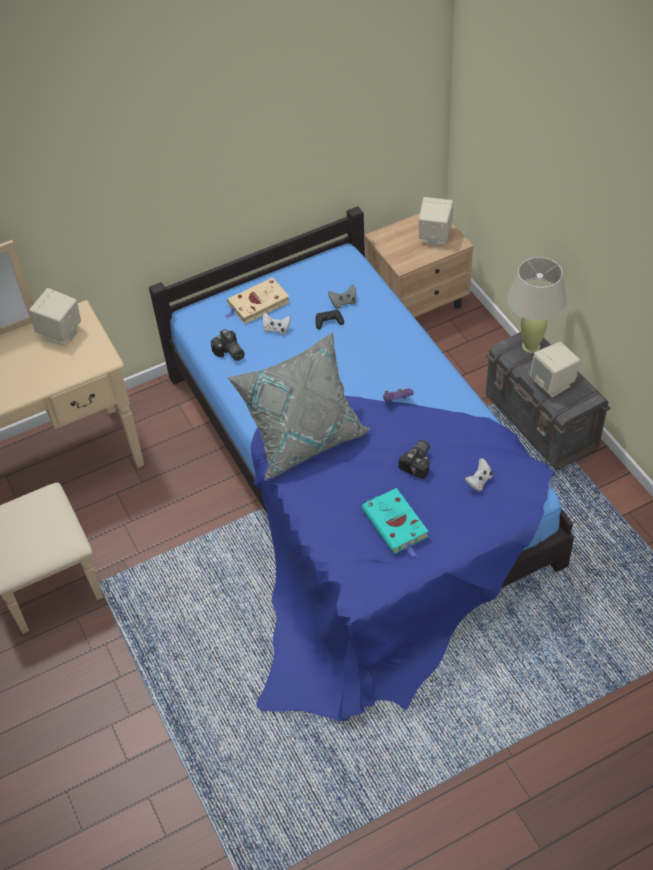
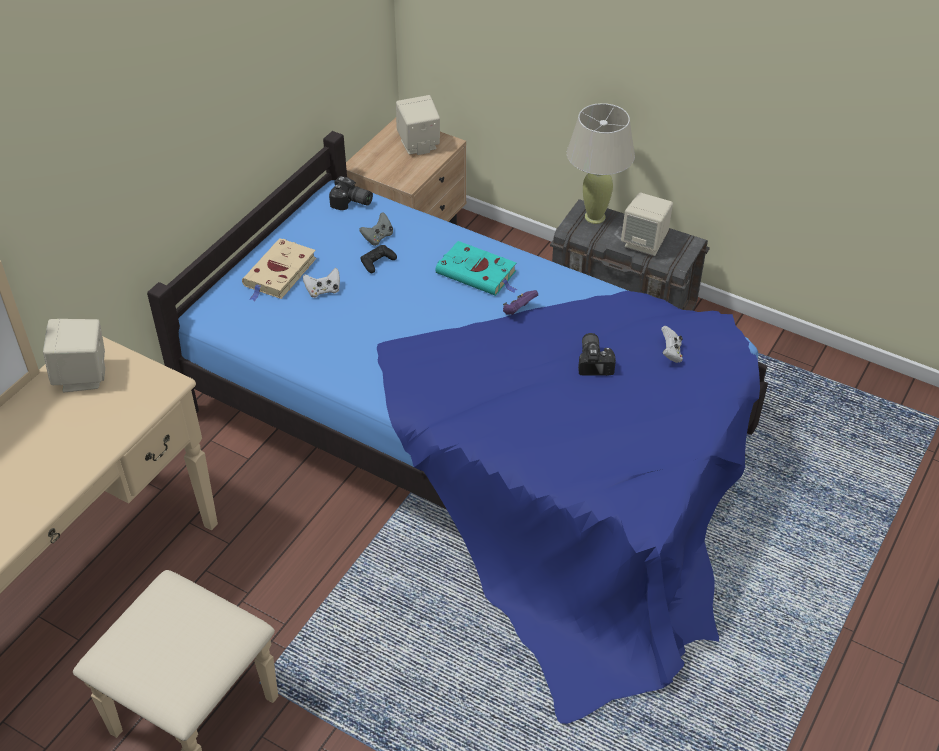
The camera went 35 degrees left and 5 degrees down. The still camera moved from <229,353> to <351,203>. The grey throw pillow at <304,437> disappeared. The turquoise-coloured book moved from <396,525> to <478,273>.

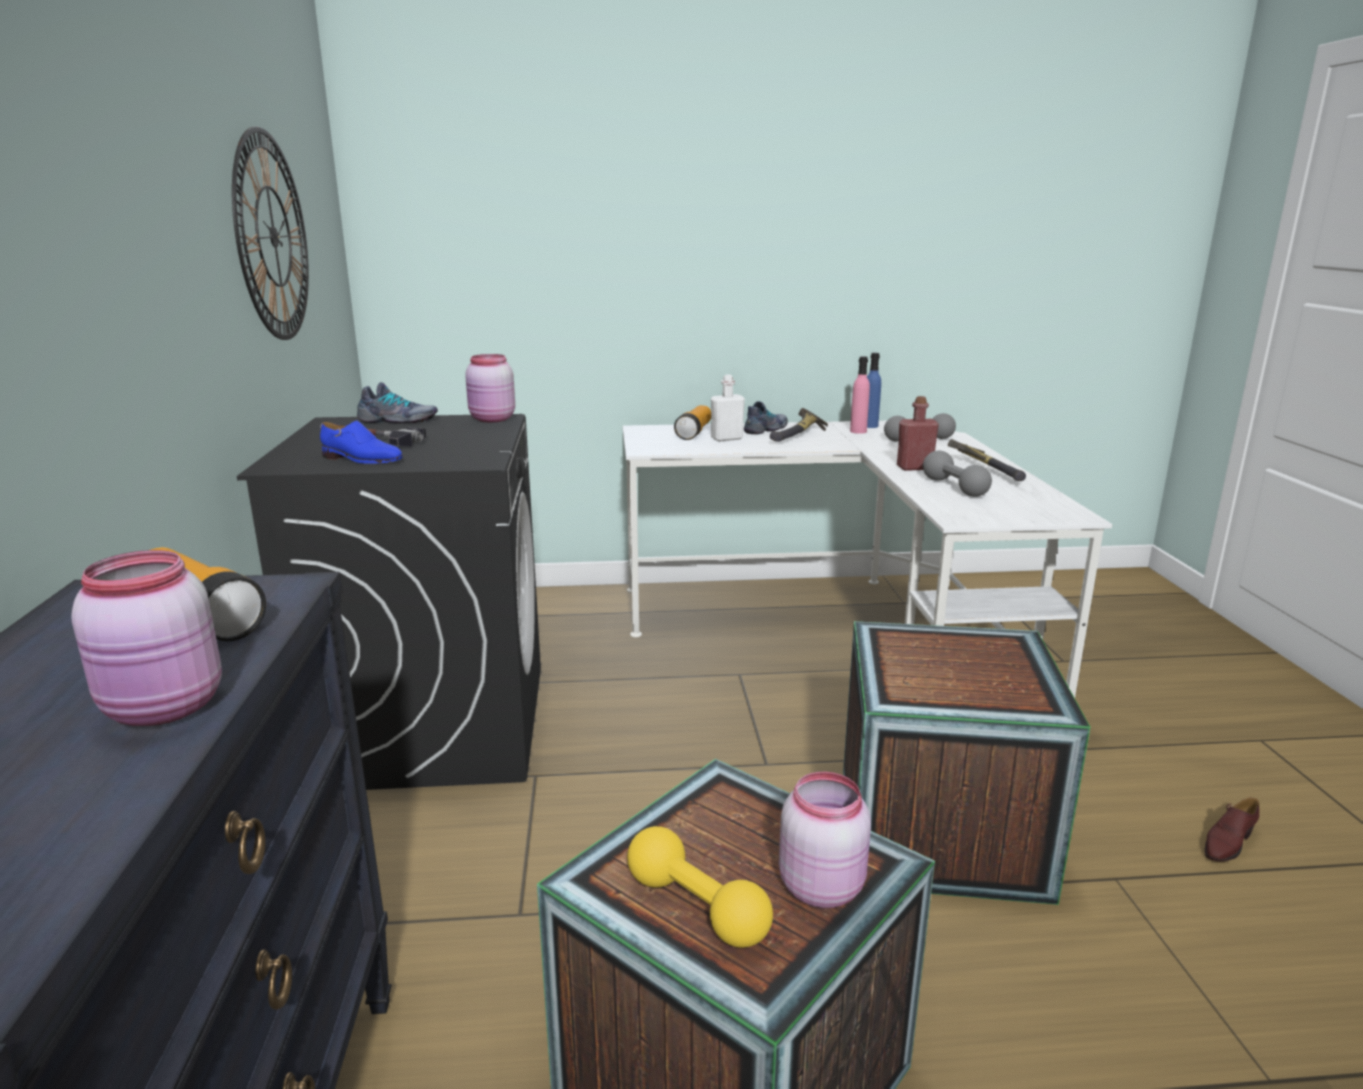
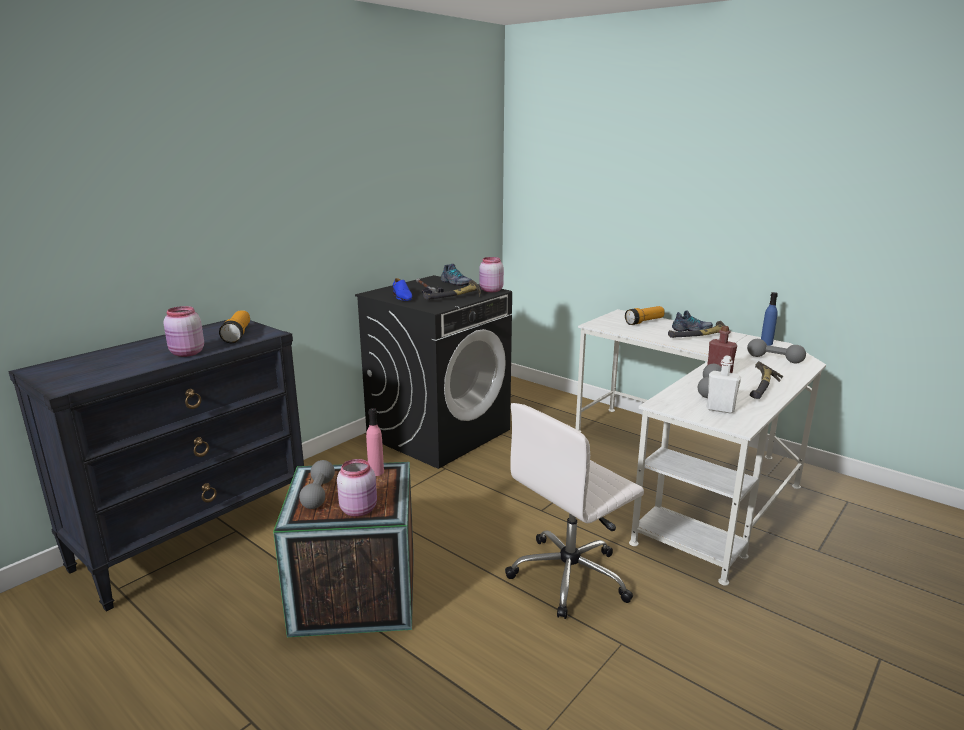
The camera went 45 degrees right and 0 degrees up. The clock on the wall at <273,237> disappeared. The yellowish dumbbell at <696,907> became the grey dumbbell at <318,494>. The white bottle moved from <727,438> to <720,409>. The shipping crate at <939,831> was replaced by the white desk chair at <570,576>. The pinkish bottle moved from <858,431> to <376,472>. The brown item of footwear at <1227,842> disappeared. The tool hammer at <455,298> appeared.

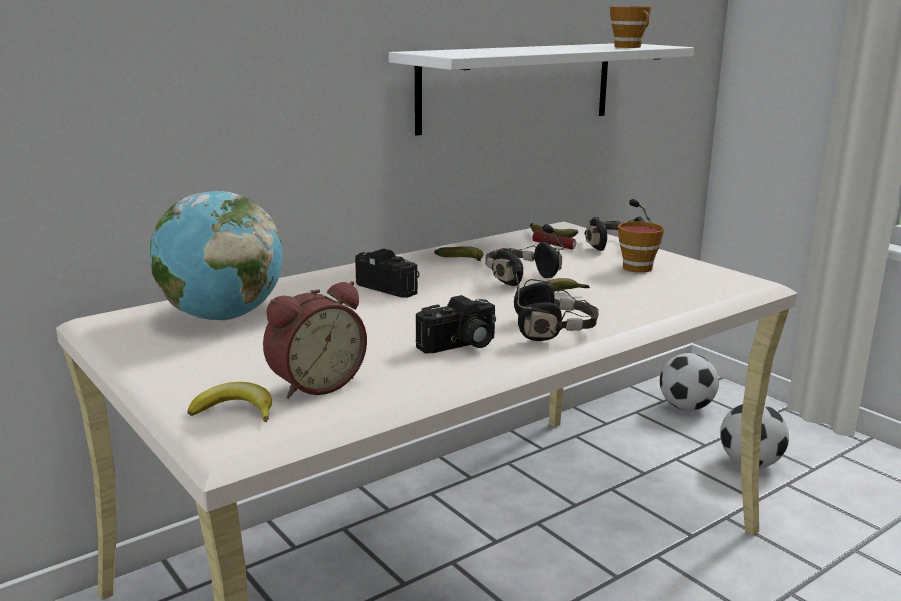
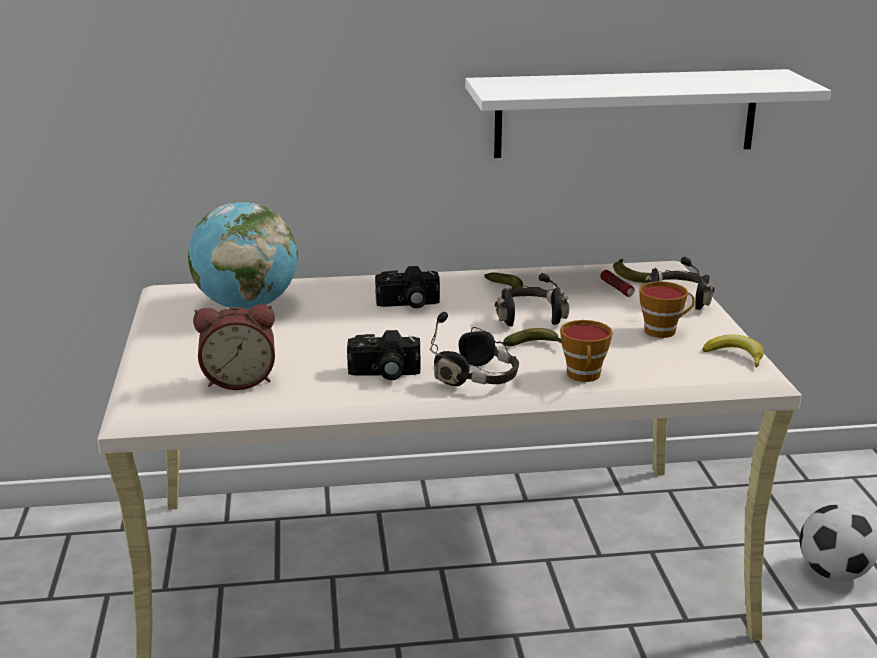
The camera went 30 degrees right and 5 degrees up. The banana moved from <235,411> to <735,356>. The still camera at <392,286> turned 105 degrees clockwise. The cup moved from <630,47> to <584,376>. The football at <686,407> disappeared.

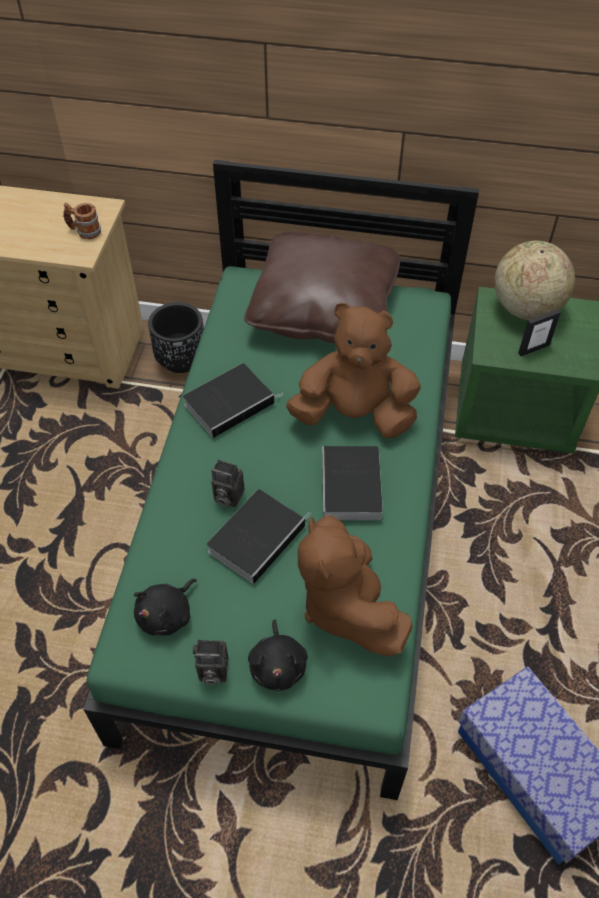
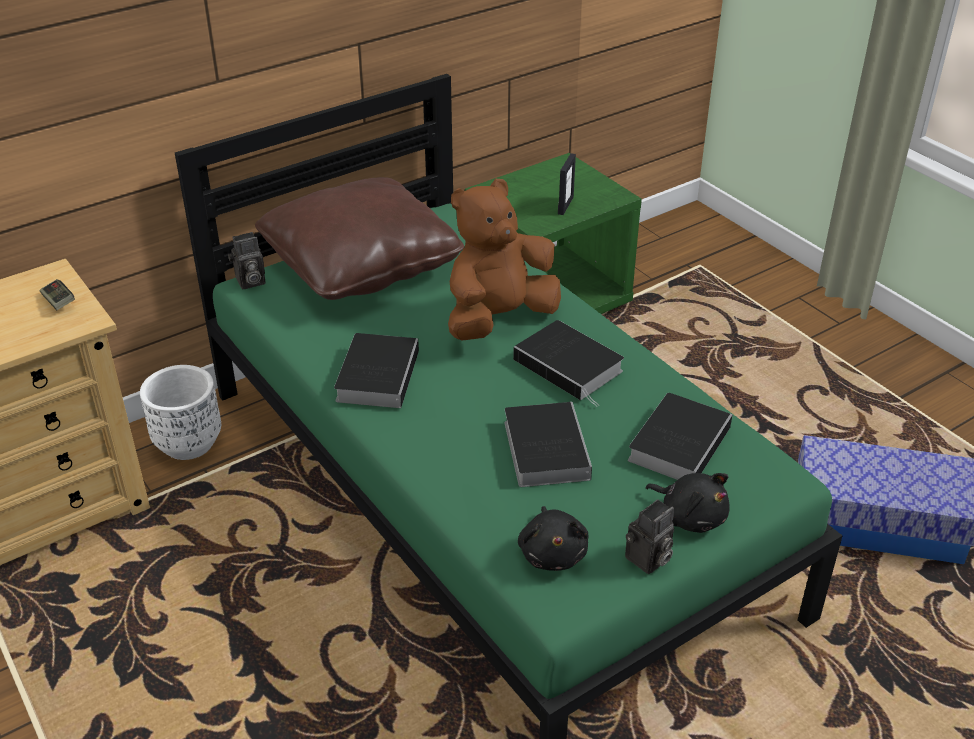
The camera went 45 degrees left and 15 degrees down. The mug at <84,231> was replaced by the game controller at <59,302>. The black-coloured flower pot at <181,360> became the white flower pot at <188,444>. The still camera moved from <227,496> to <249,282>. The brown soft toy at <346,605> was replaced by the book at <680,441>. The globe at <525,308> disappeared.

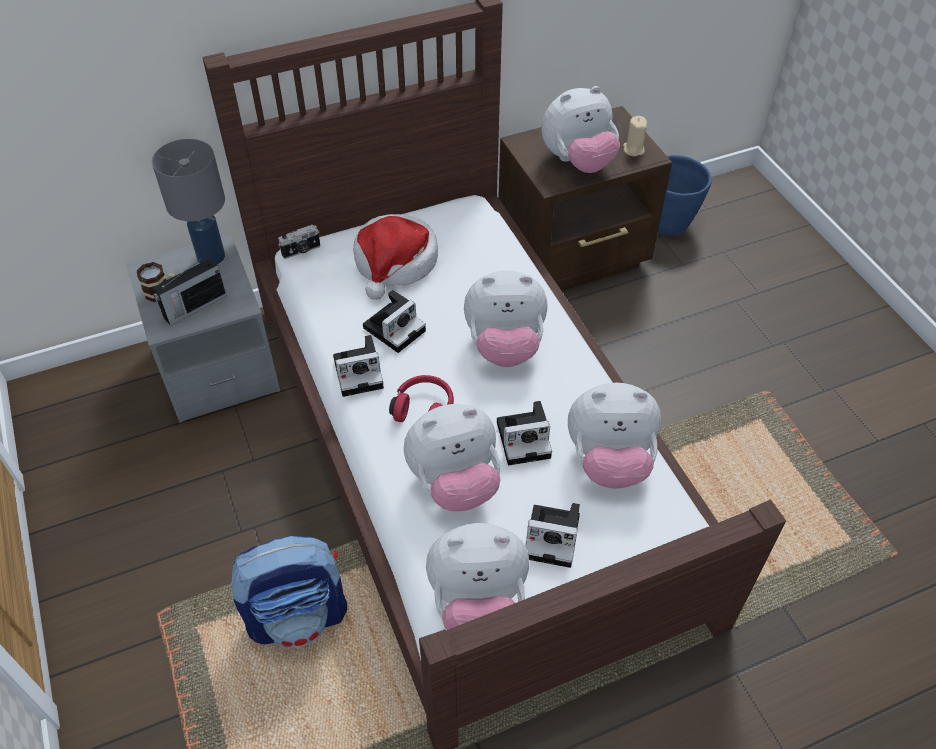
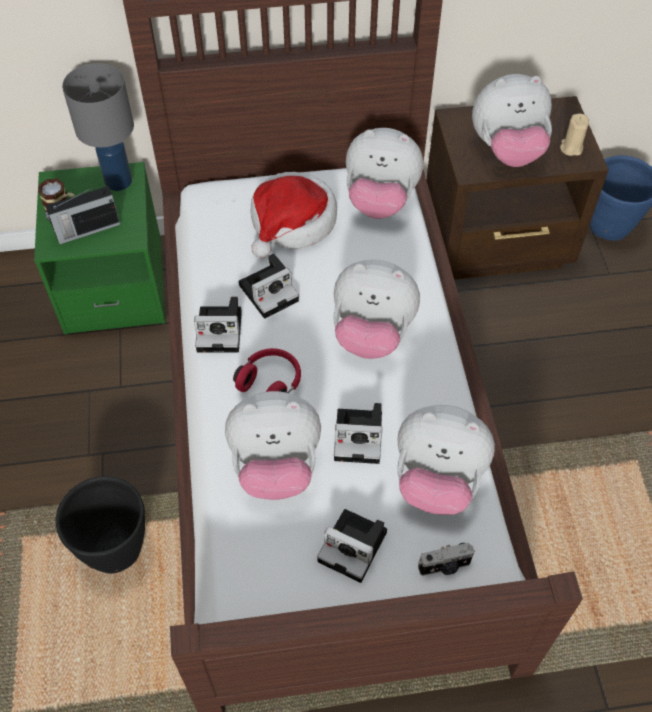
The camera went 15 degrees right and 5 degrees up. The grey nightstand at <217,367> became the green nightstand at <114,286>. The backpack at <299,615> was replaced by the black-coloured flower pot at <117,550>. The still camera moved from <301,251> to <444,567>. The soft toy moved from <478,604> to <380,201>.

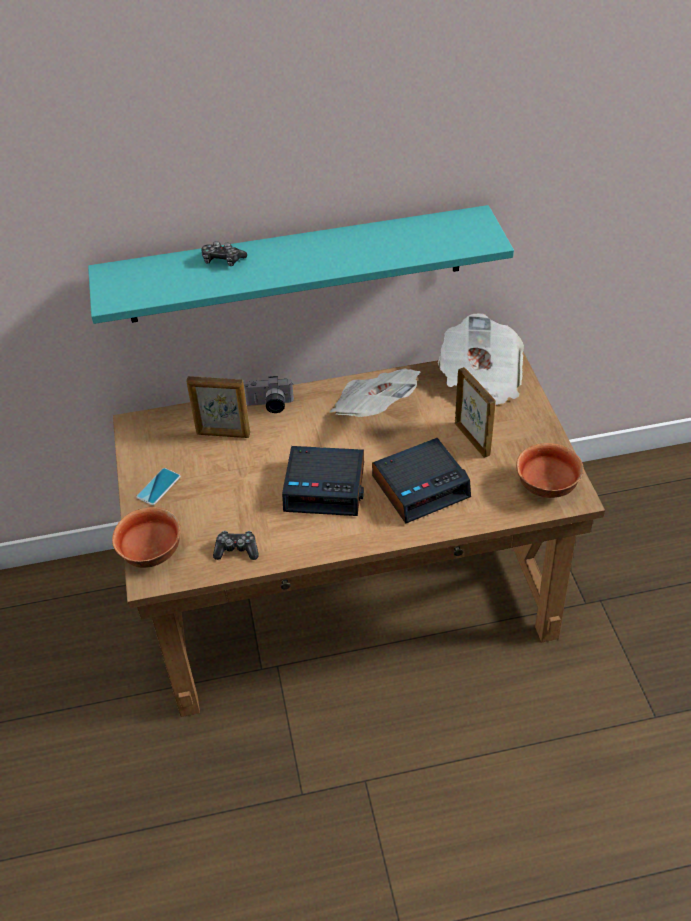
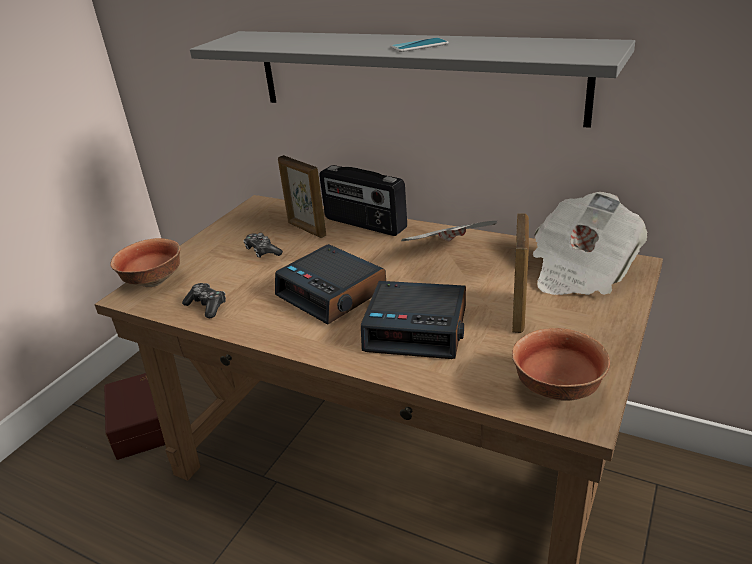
The camera went 40 degrees right and 15 degrees down. The turquoise-coloured wall shelf at <295,265> became the grey wall shelf at <411,75>. The phone moved from <158,487> to <419,46>. The game controller moved from <223,260> to <262,251>. The still camera at <269,406> was replaced by the radio receiver at <364,224>. The brown storage bin at <145,424> appeared.

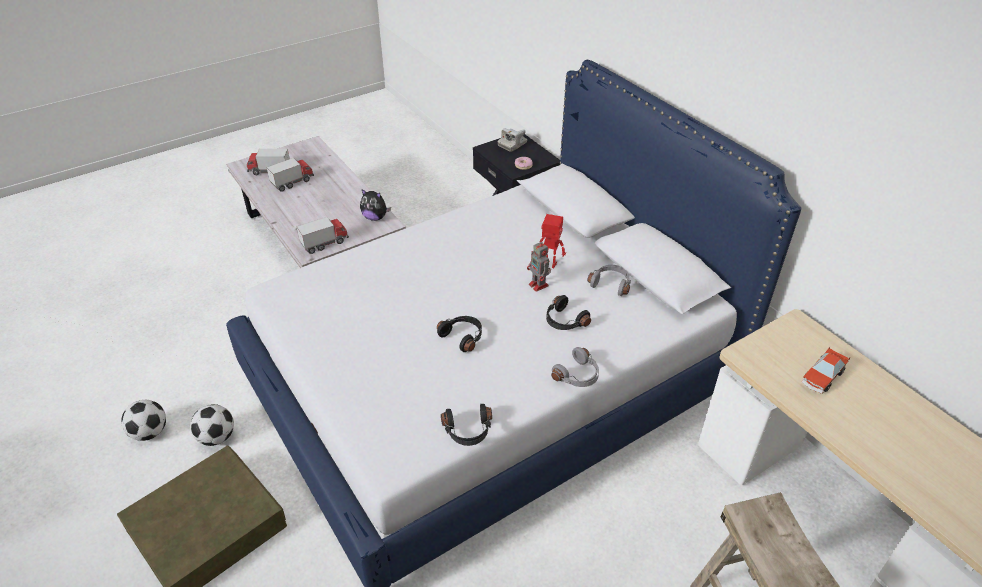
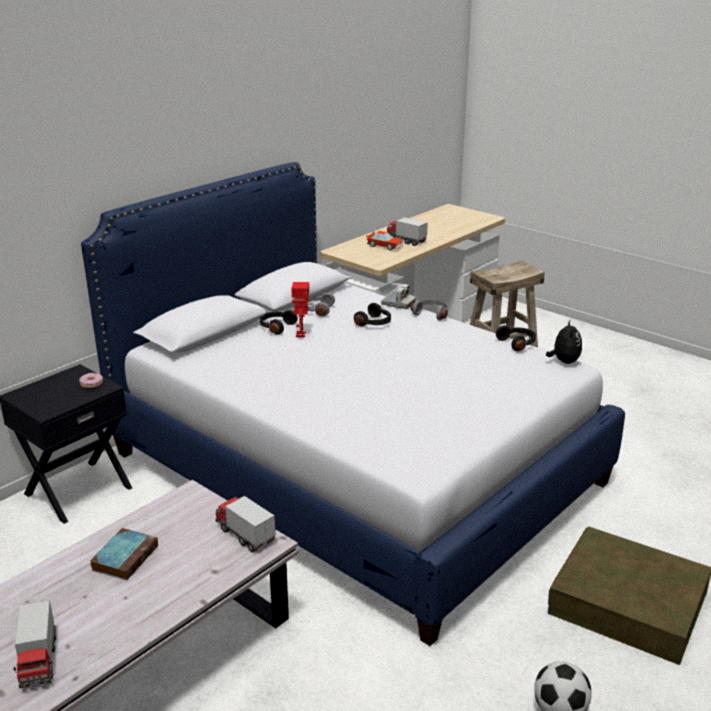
The camera went 105 degrees left and 15 degrees down. The football at <217,437> disappeared. The toy truck moved from <292,182> to <406,240>. The soft toy moved from <375,217> to <564,361>. The black-coloured headset moved from <463,337> to <276,327>. The still camera moved from <512,144> to <398,304>. The toy robot at <539,285> disappeared. The book at <125,557> appeared.

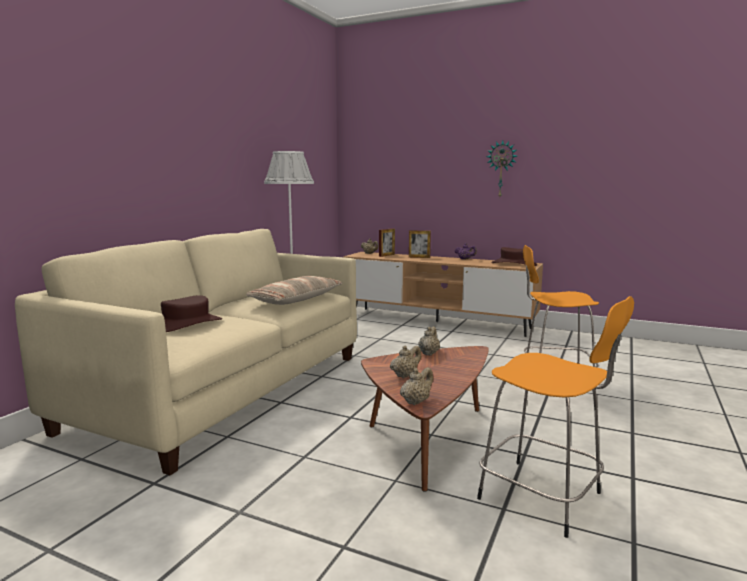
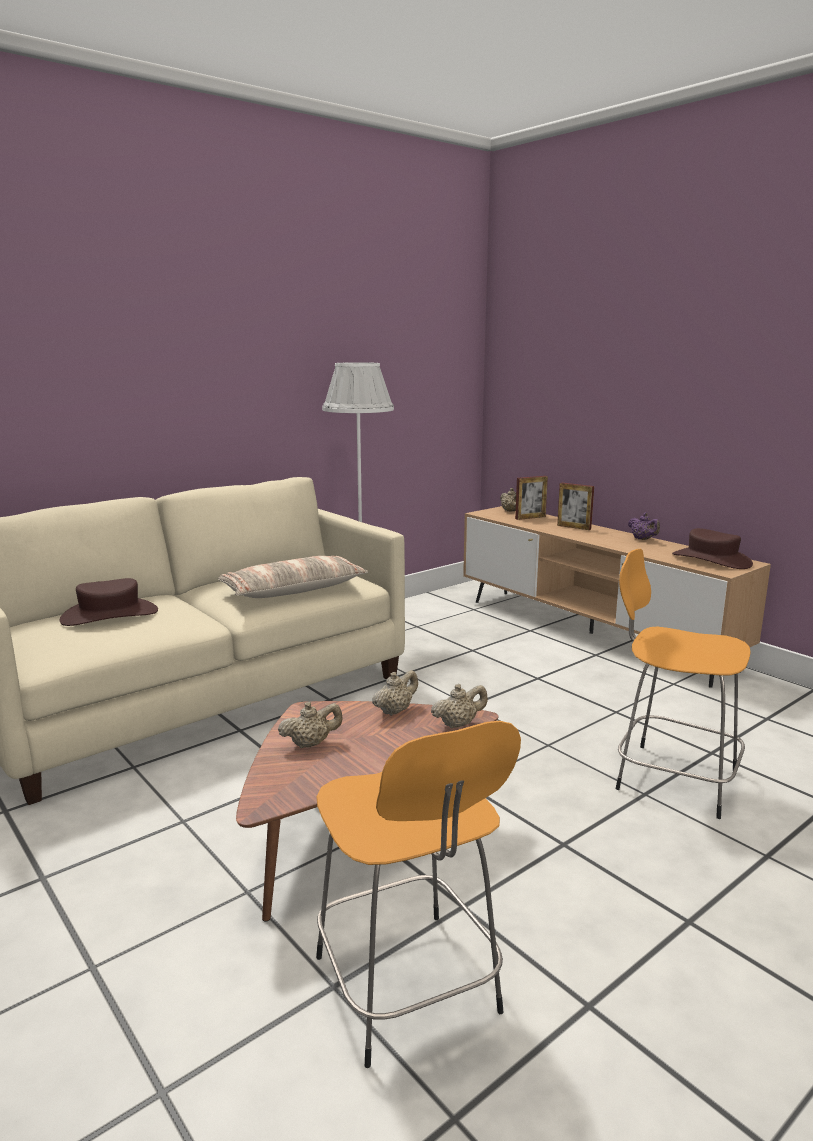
The camera went 25 degrees right and 5 degrees up. The beige teapot moved from <416,401> to <458,724>. The clock on the wall at <501,169> disappeared.

